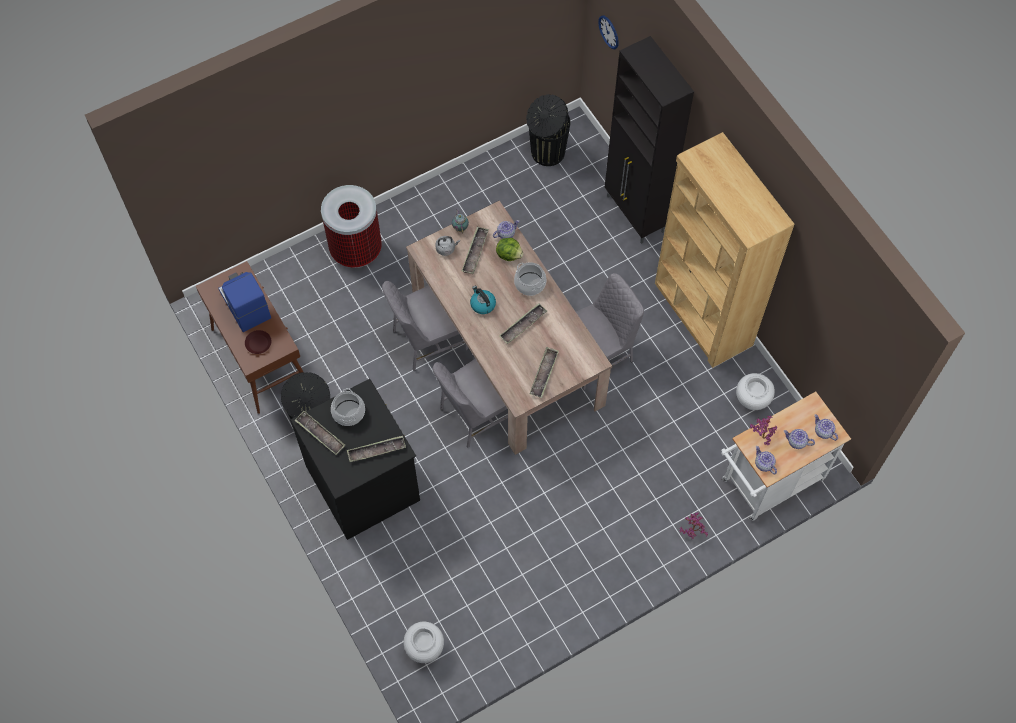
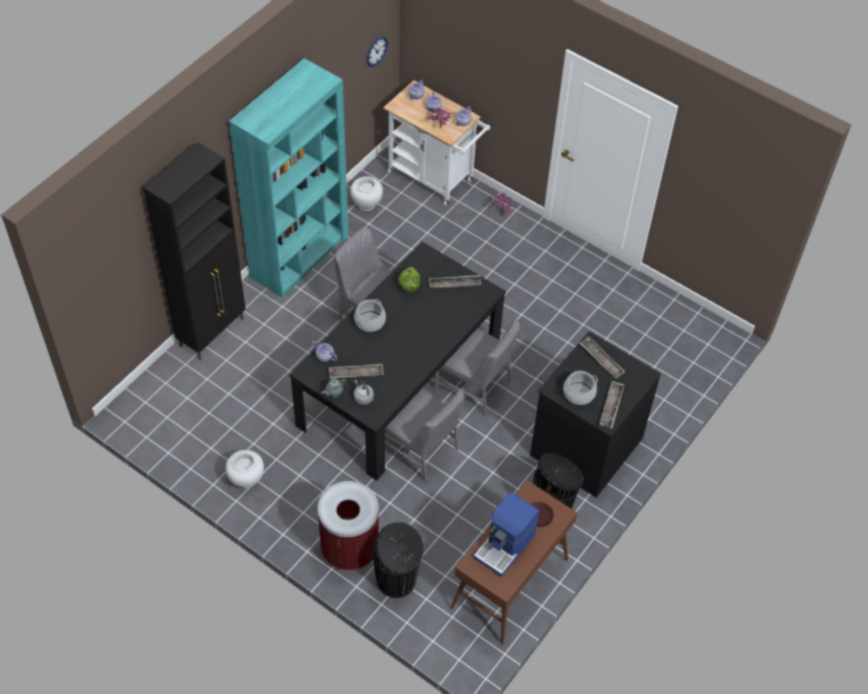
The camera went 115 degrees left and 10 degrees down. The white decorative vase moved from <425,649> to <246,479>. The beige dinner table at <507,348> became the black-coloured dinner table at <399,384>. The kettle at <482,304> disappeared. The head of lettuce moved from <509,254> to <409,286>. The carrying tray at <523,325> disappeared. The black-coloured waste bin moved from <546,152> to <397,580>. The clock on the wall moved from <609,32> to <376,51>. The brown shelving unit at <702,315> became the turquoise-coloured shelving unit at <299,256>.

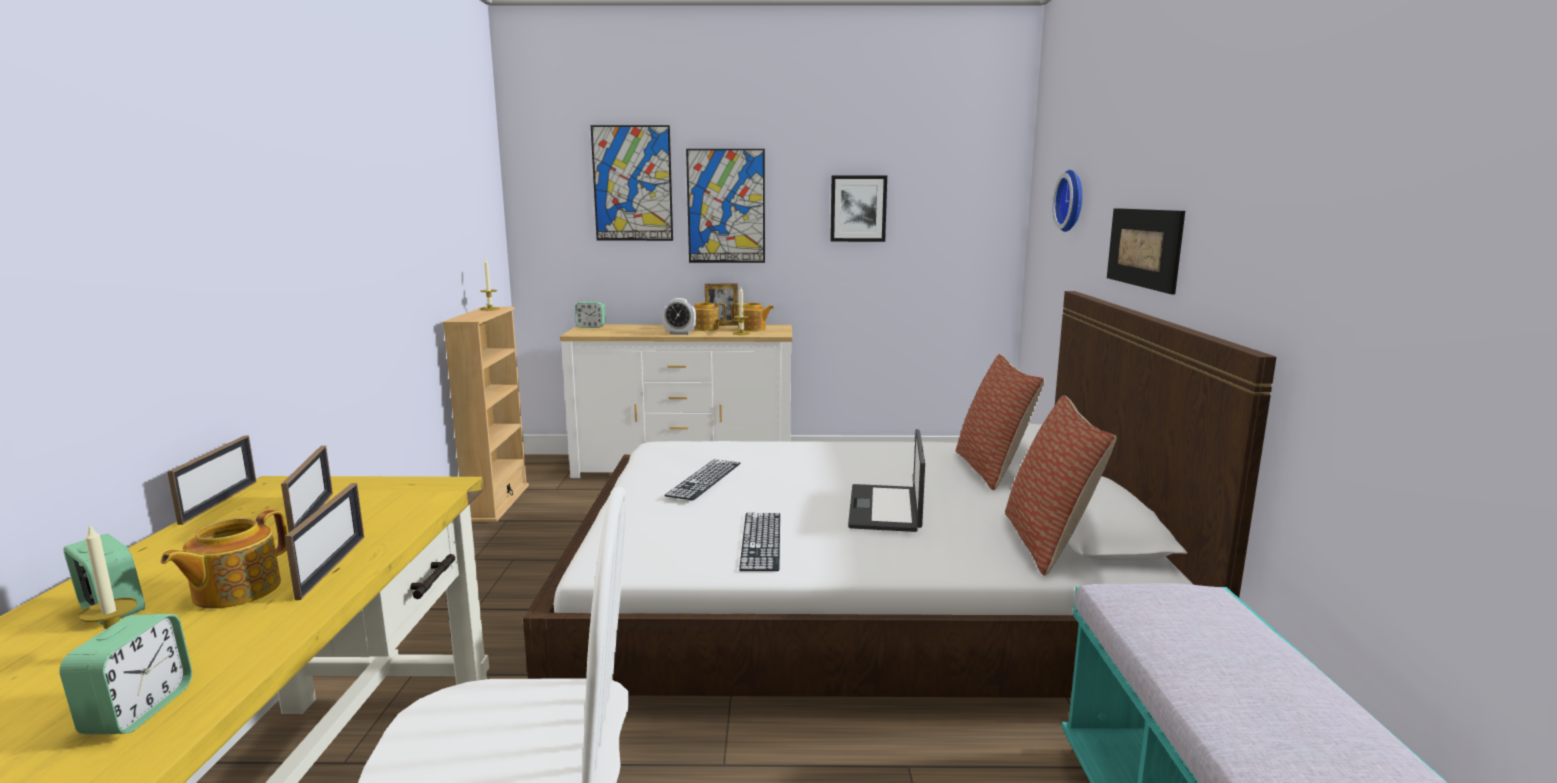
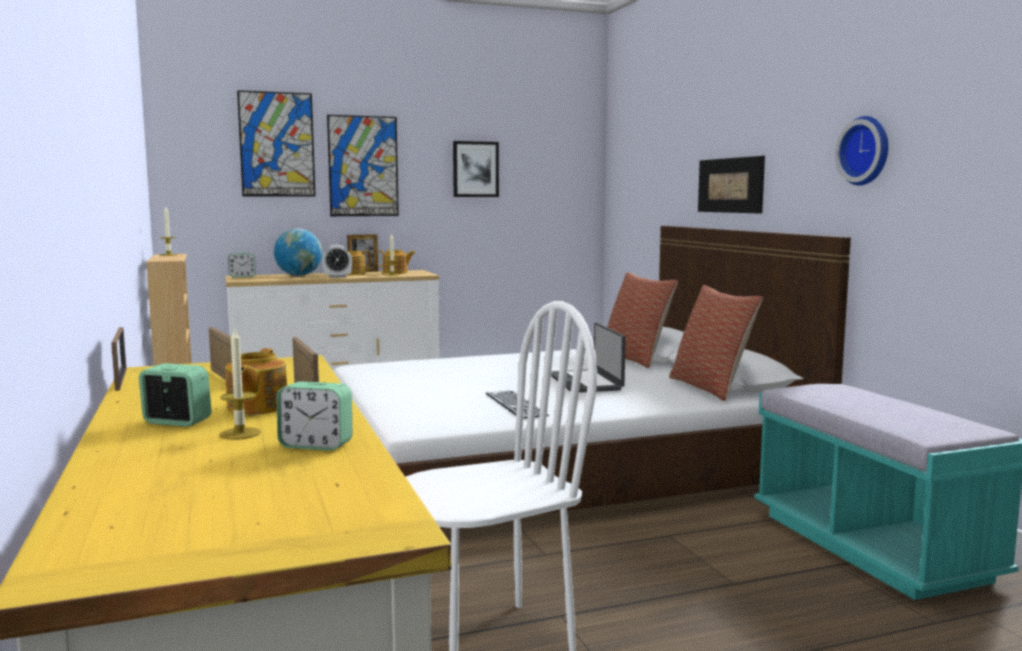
The camera went 20 degrees left and 5 degrees down. The alarm clock at <138,710> turned 120 degrees clockwise. The keyboard at <704,479> disappeared. The clock on the wall moved from <1073,201> to <866,151>. The globe at <299,275> appeared.

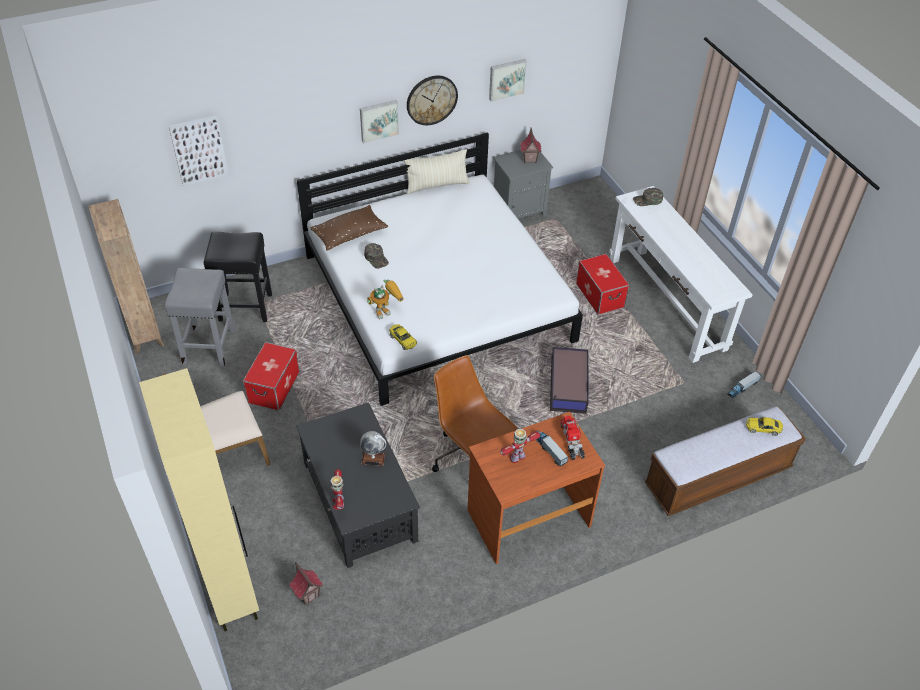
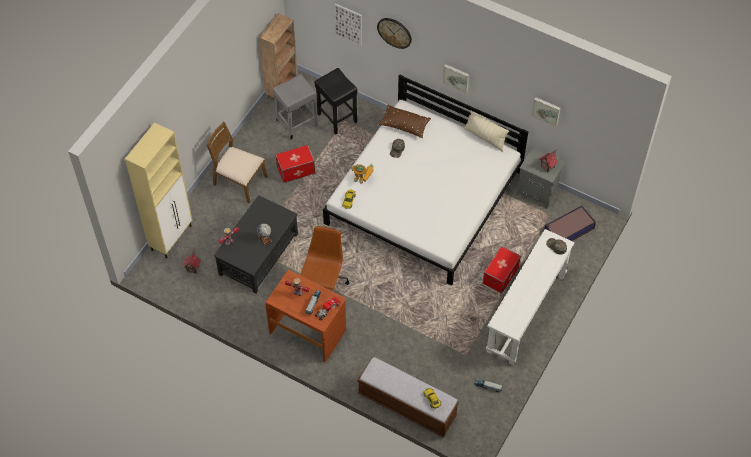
The camera went 55 degrees right and 10 degrees up. The clock on the wall moved from <431,100> to <394,32>. The storage bin moved from <567,386> to <568,230>.

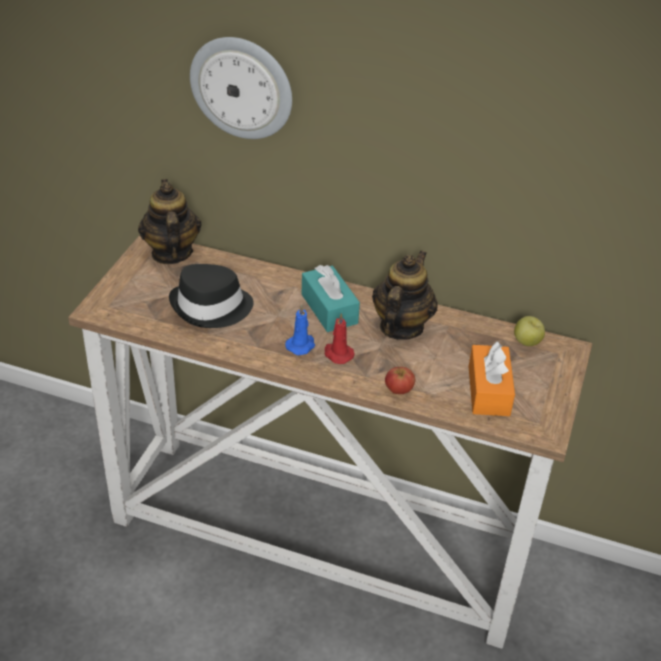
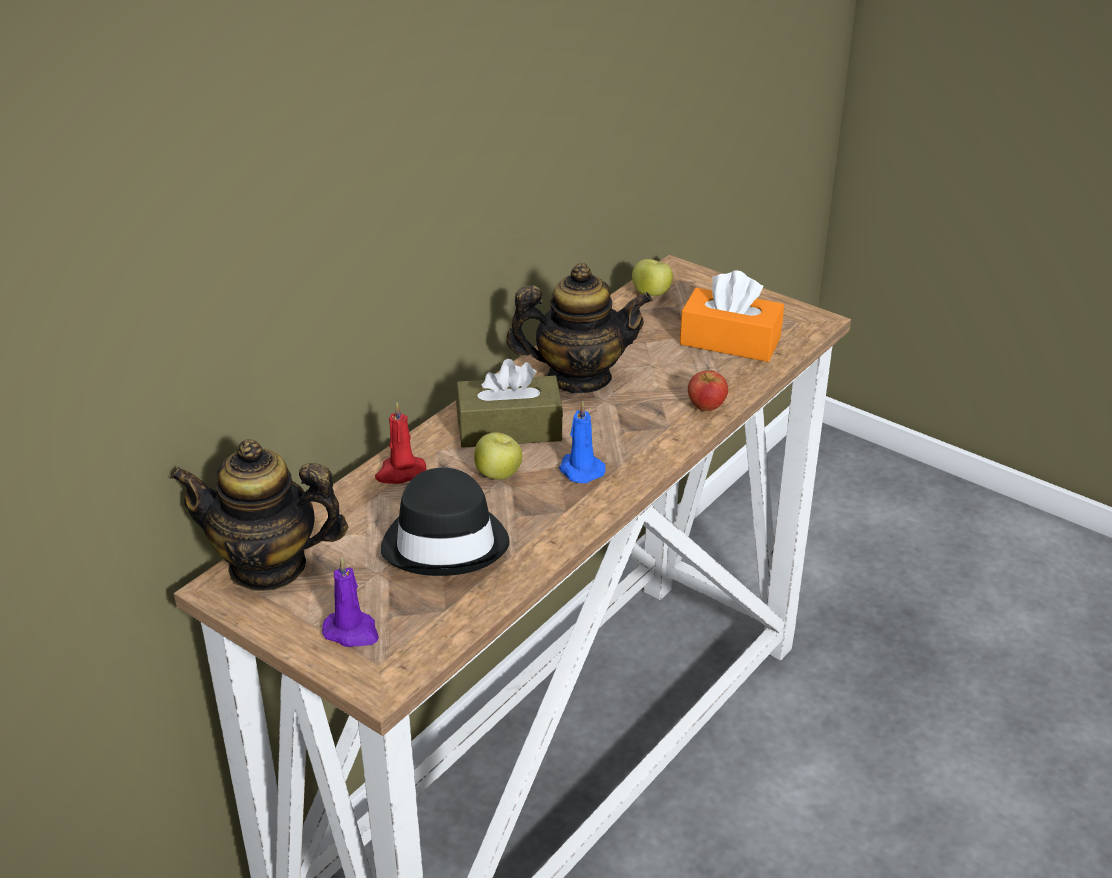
The camera went 70 degrees left and 5 degrees down. The clock on the wall at <242,87> disappeared. The turquoise-coloured tissue holder at <329,309> became the brown tissue holder at <509,429>. The reddish candle moved from <337,354> to <400,472>. The teapot at <400,327> turned 135 degrees clockwise. The purplish candle at <352,632> appeared. The apple fruit at <498,475> appeared.

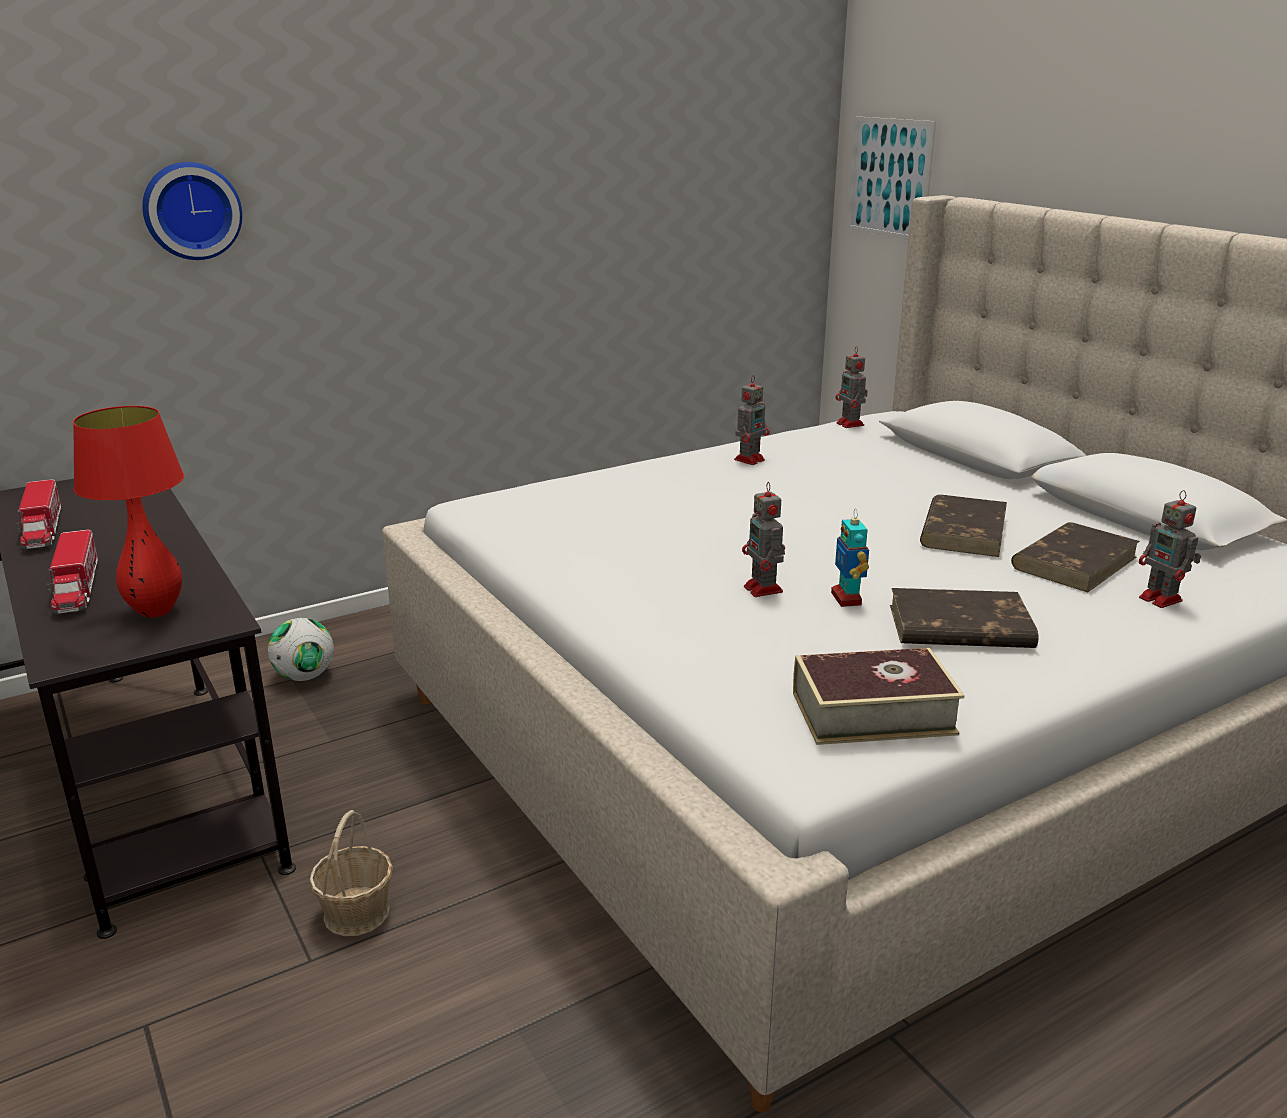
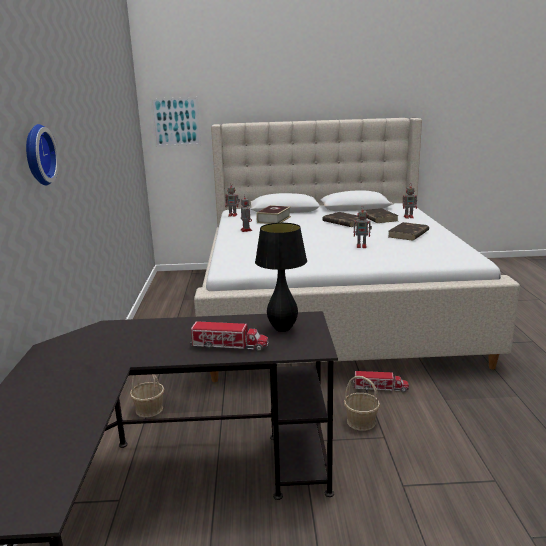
The camera went 60 degrees left and 5 degrees down. The toy truck moved from <43,530> to <380,388>. The reddish tabletop lamp at <156,611> became the black-coloured tabletop lamp at <282,329>. The football at <305,676> was replaced by the household basket at <149,409>. The book moved from <873,713> to <274,219>. The toy robot at <847,599> disappeared.

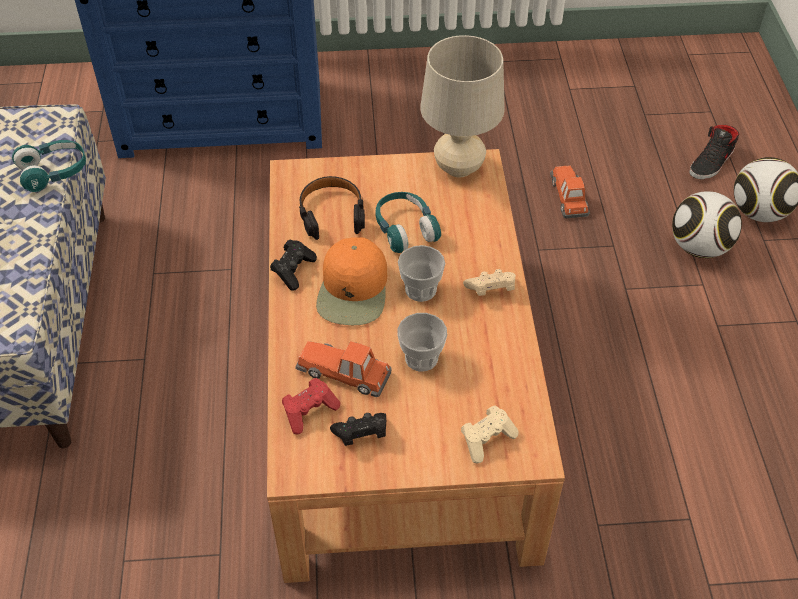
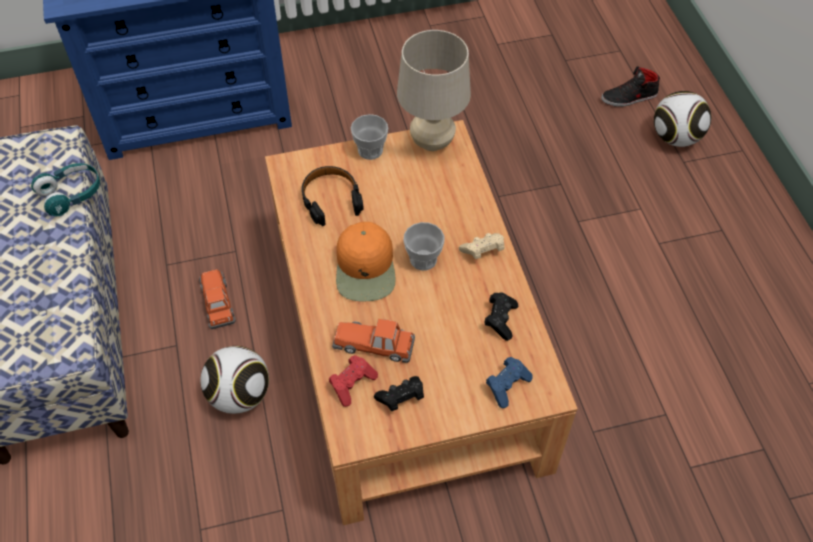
The camera went 10 degrees left and 5 degrees up. The black-coloured game controller moved from <293,270> to <500,320>. The turquoise-coloured headset at <405,229> disappeared. The cup moved from <421,358> to <370,150>. The beige game controller at <487,439> became the blue game controller at <507,385>. The toy car moved from <569,196> to <217,302>. The football moved from <699,247> to <240,395>. The black-coloured item of footwear at <712,163> turned 45 degrees clockwise.

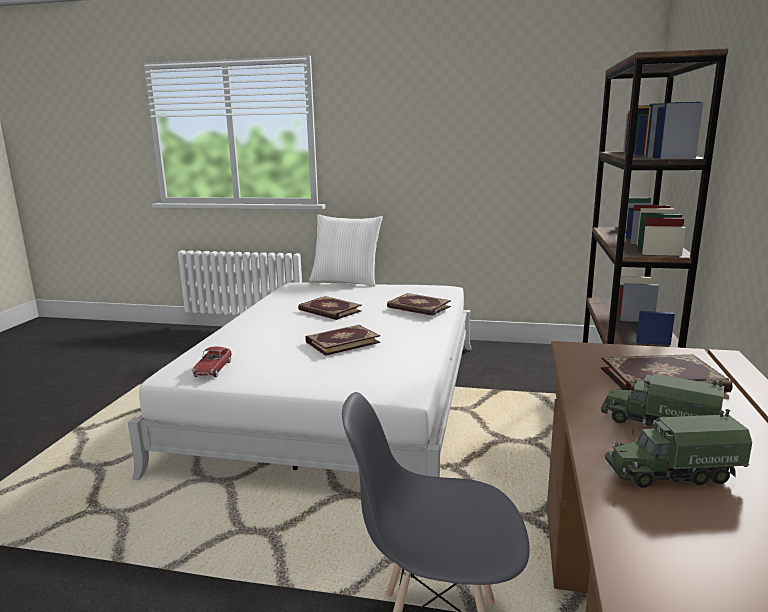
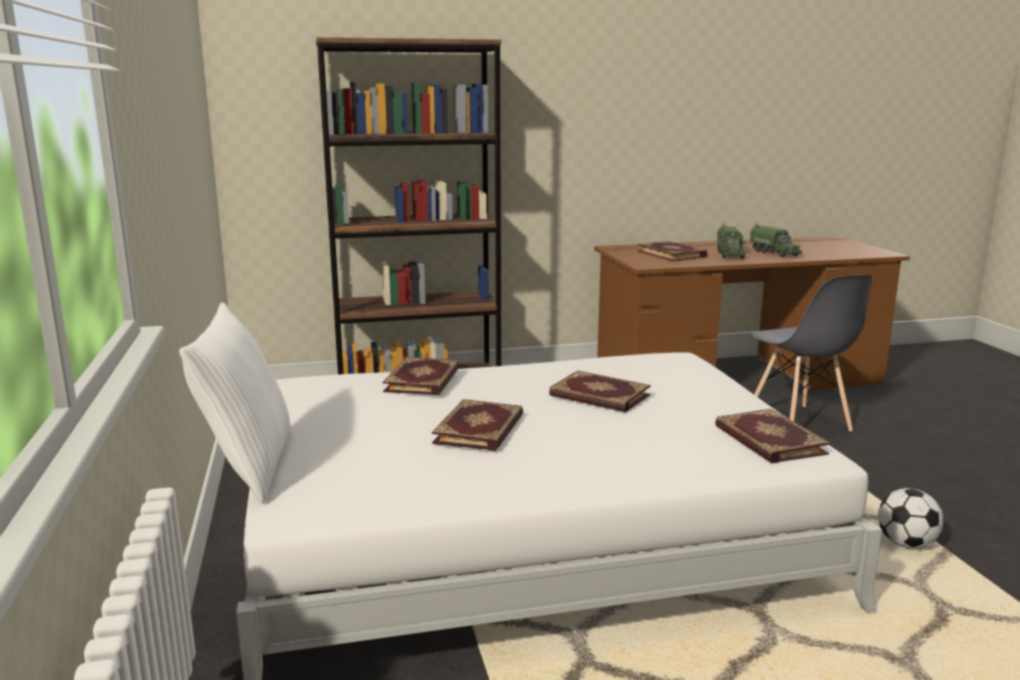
The camera went 115 degrees left and 0 degrees up. The toy car at <213,369> was replaced by the book at <768,440>. The football at <906,544> appeared.

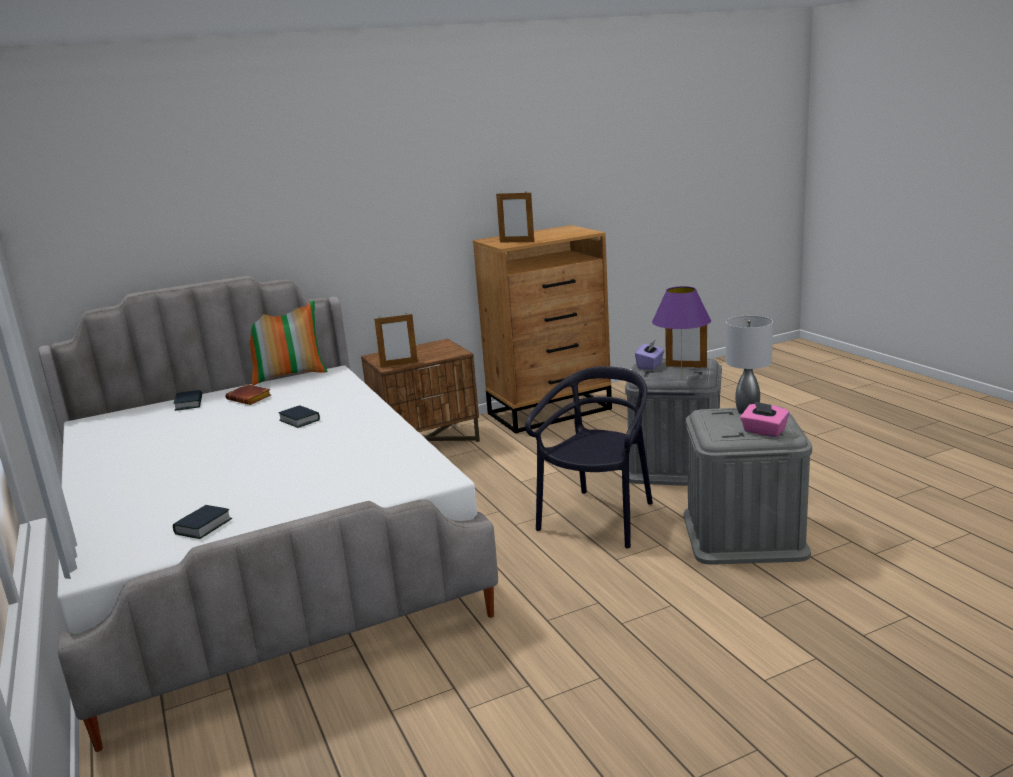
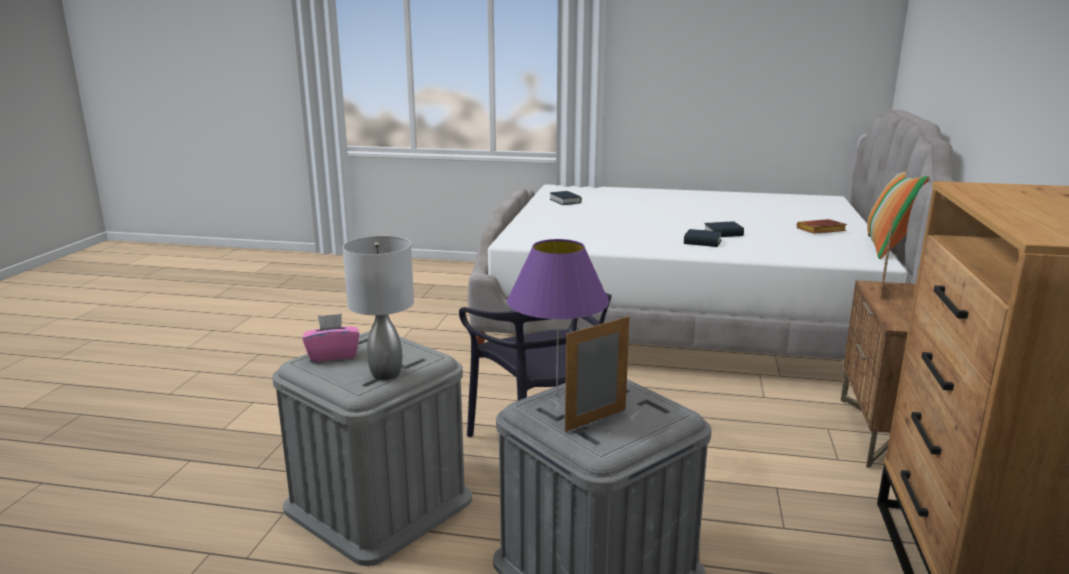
The camera went 125 degrees right and 0 degrees up. The book moved from <189,404> to <702,242>. The picture frame at <517,242> disappeared. The purplish tissue holder at <650,365> disappeared.

